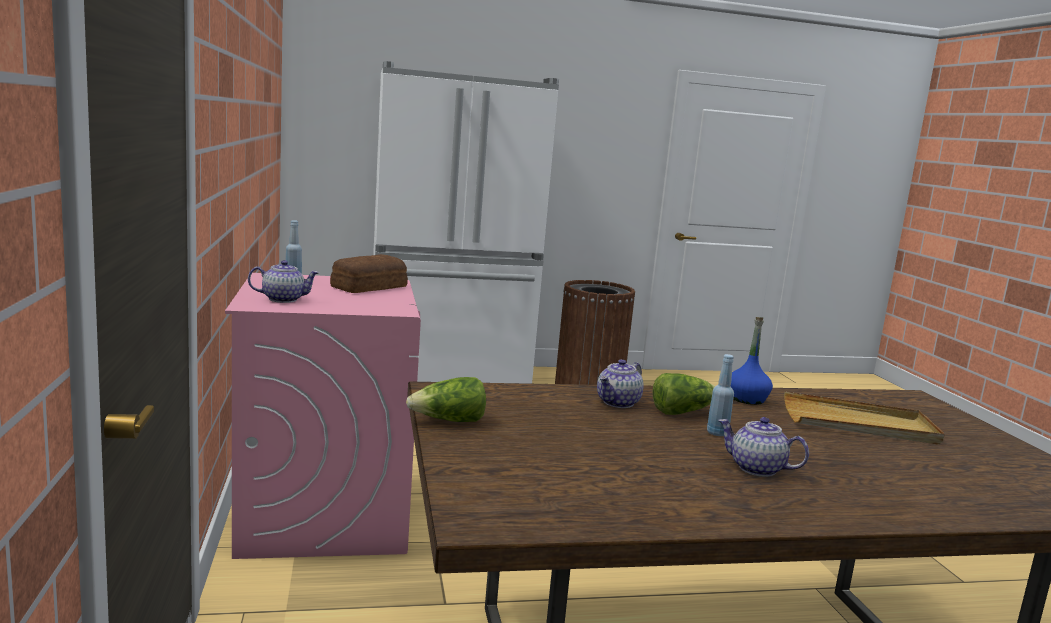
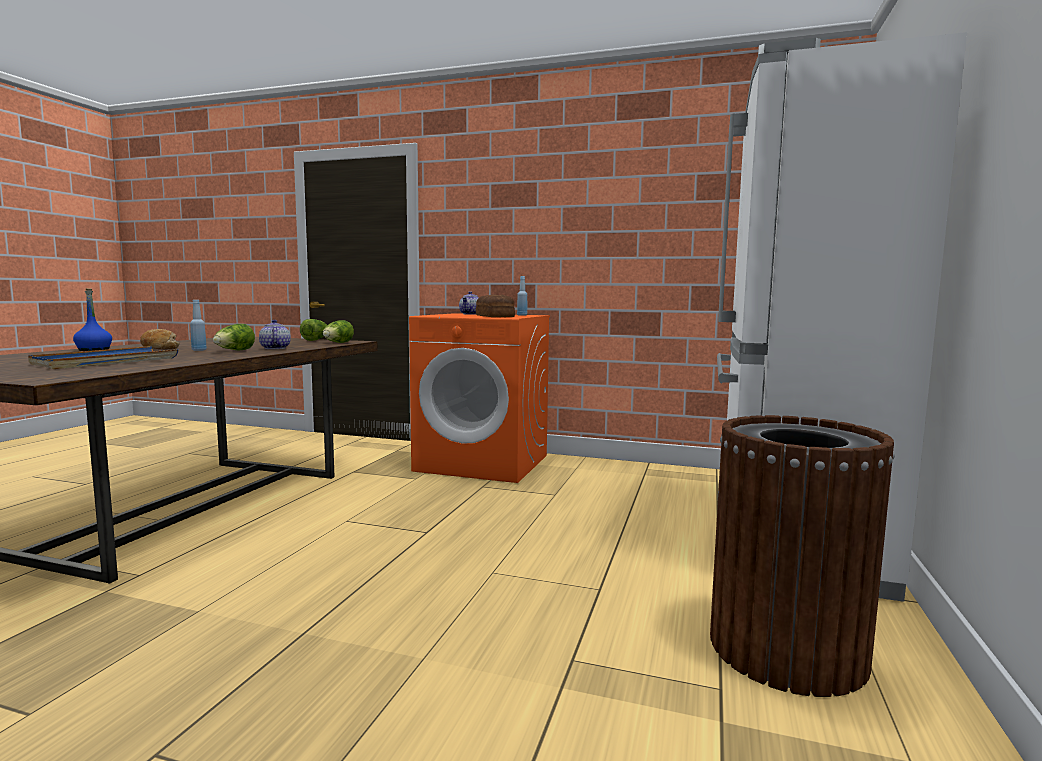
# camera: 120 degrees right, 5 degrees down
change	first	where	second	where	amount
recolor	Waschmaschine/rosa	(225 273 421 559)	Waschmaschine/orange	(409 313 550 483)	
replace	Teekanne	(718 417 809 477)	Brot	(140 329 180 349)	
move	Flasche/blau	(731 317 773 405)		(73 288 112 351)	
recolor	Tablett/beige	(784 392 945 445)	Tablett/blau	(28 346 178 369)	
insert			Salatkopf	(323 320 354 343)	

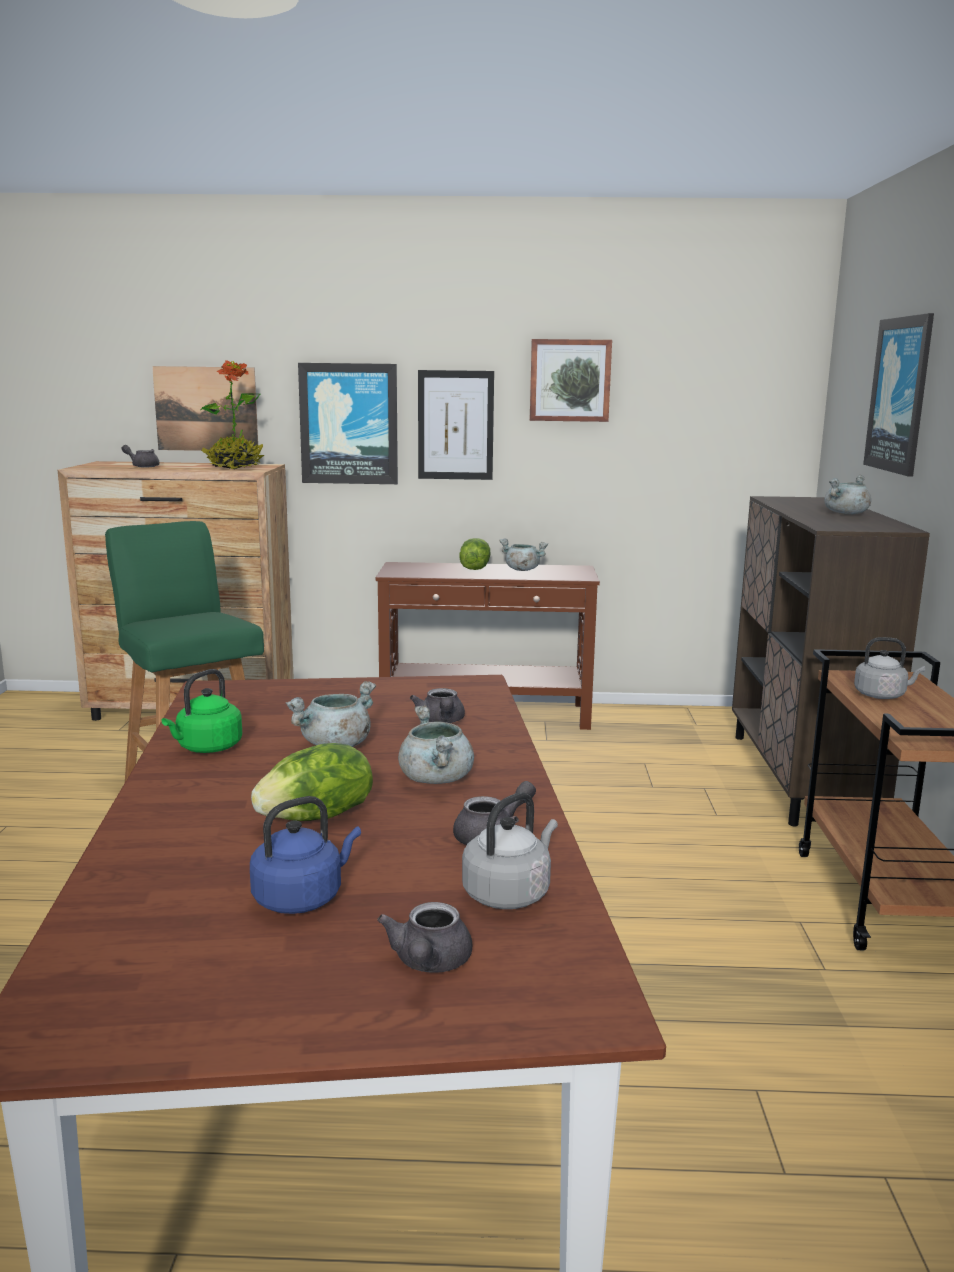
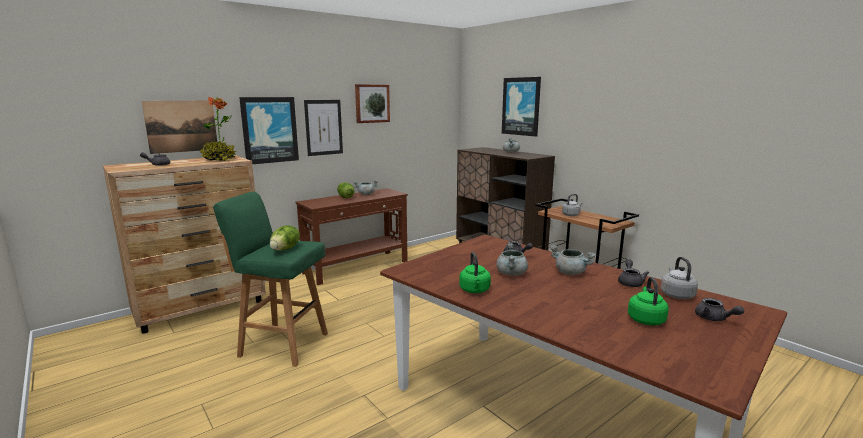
# camera: 40 degrees left, 0 degrees up
change	first	where	second	where	amount
recolor	Wasserkessel/blau	(250 796 361 914)	Wasserkessel/grün	(628 277 669 325)	
move	Salatkopf	(251 743 373 821)		(270 225 300 251)	

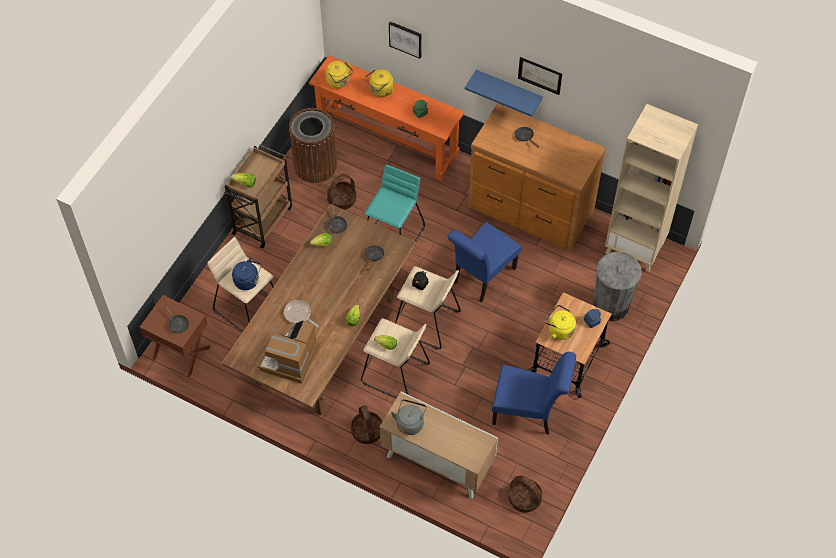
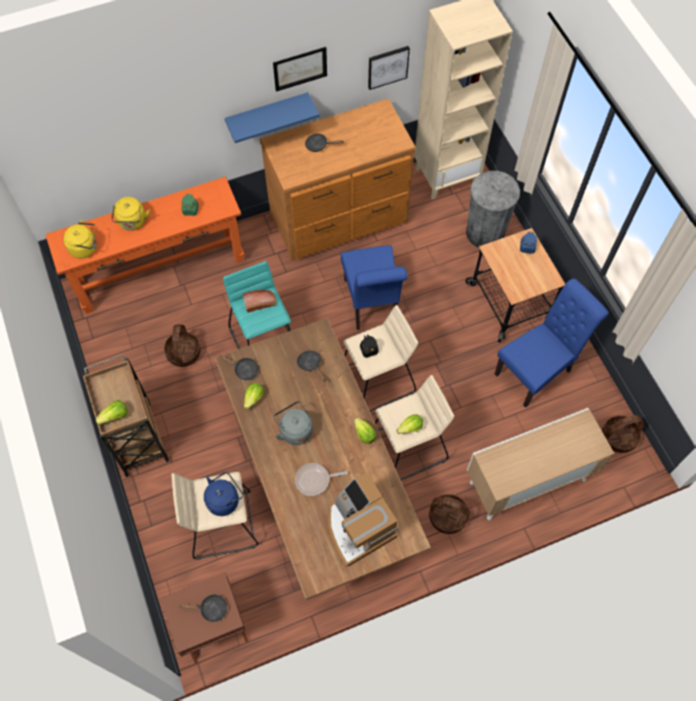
# camera: 50 degrees left, 5 degrees up
change	first	where	second	where	amount
delete	Mülleimer/braun	(289 108 337 183)			
move	Bild	(389 22 421 59)		(368 46 410 90)	
move	Wasserkessel/grau	(391 399 427 435)		(273 401 313 445)	
delete	Wasserkessel/gelb	(545 305 576 340)			
insert			Brot	(243 290 276 312)	

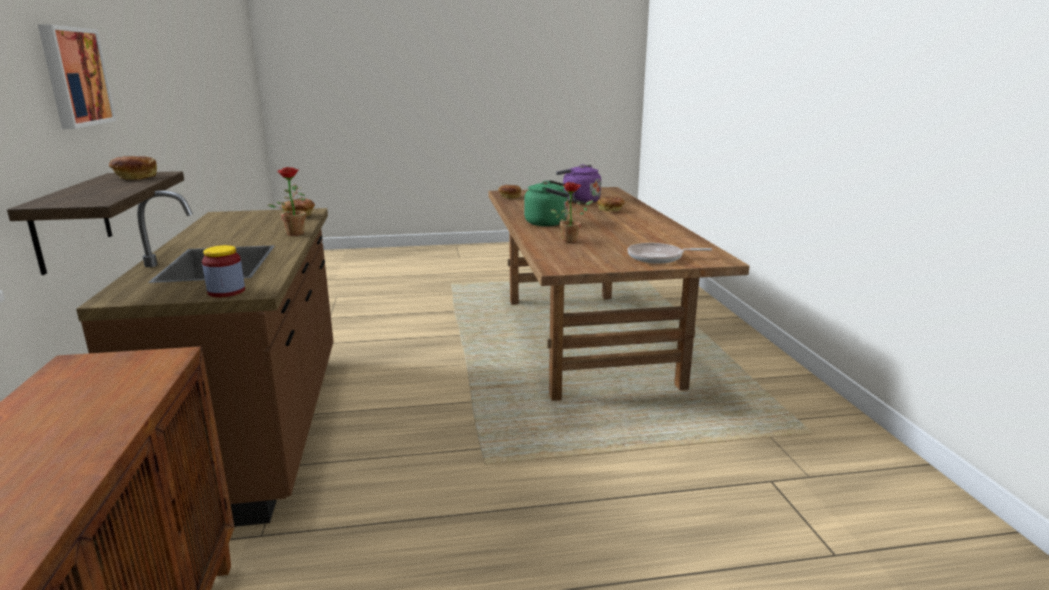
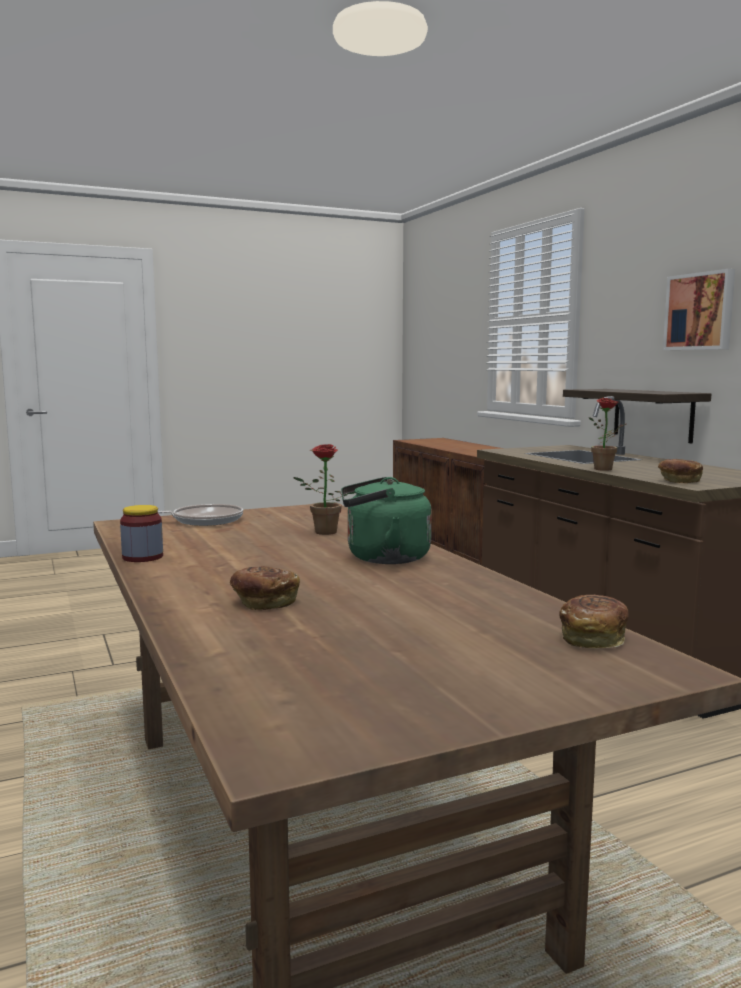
# camera: 165 degrees right, 10 degrees down
change	first	where	second	where	amount
delete	Brot	(109 156 157 180)			
move	Vorratsglas	(202 245 245 297)		(120 505 163 562)	
delete	Wasserkessel/lila	(556 164 601 204)			

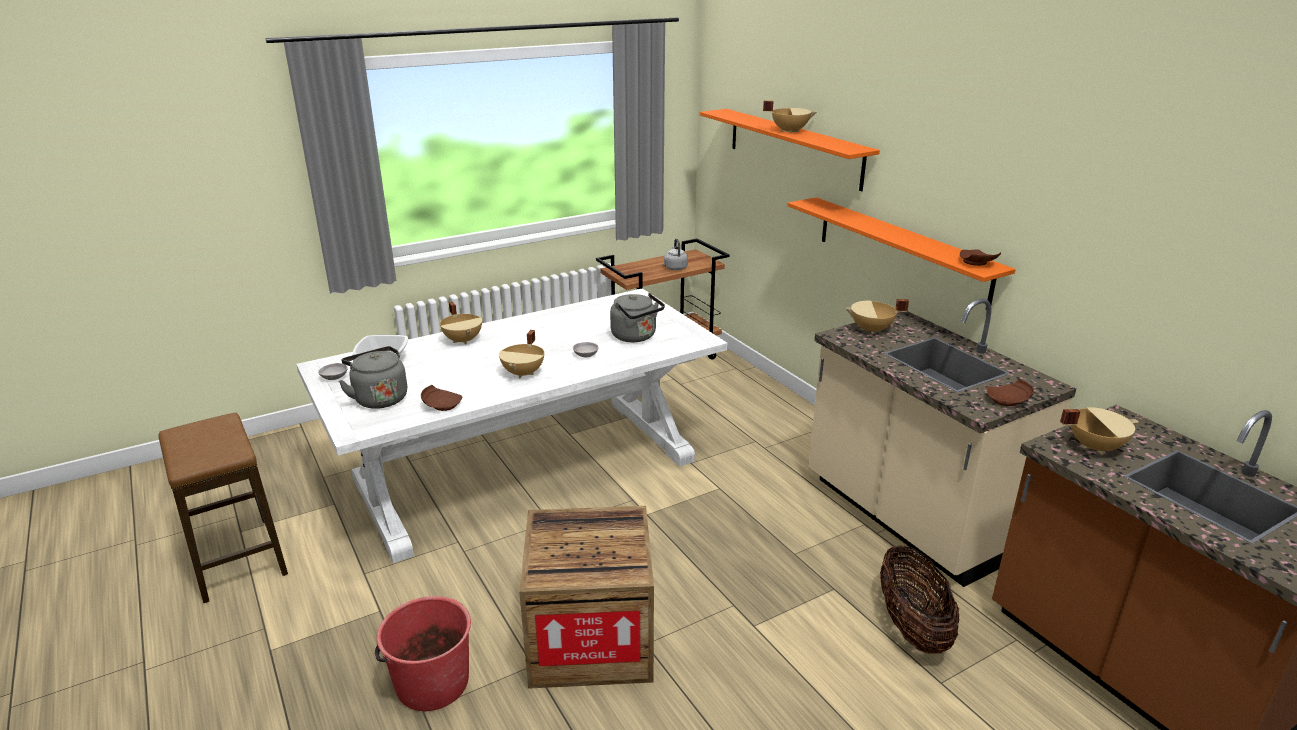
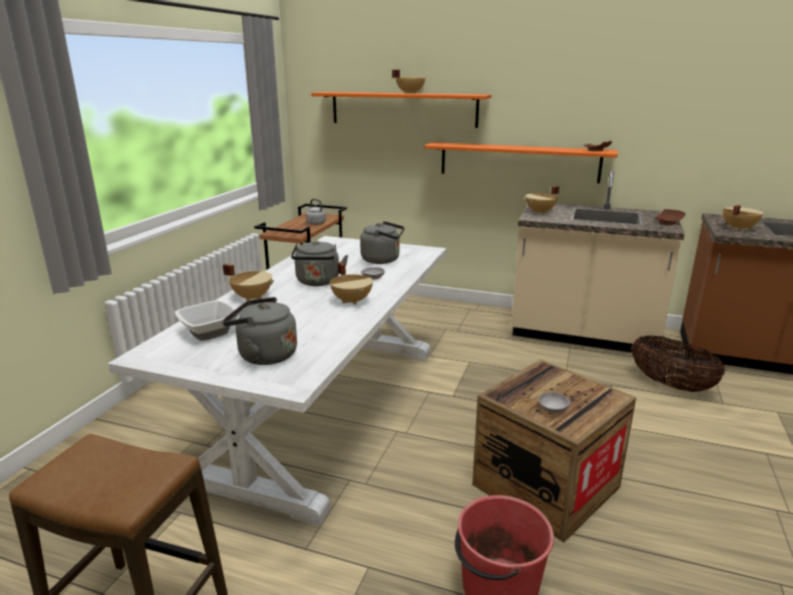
# camera: 40 degrees left, 5 degrees down
change	first	where	second	where	amount
move	Schüssel/grau	(318 363 348 380)		(539 392 570 413)	
delete	Teller/braun	(421 385 463 411)			
insert			Wasserkessel/grau	(291 240 348 286)	

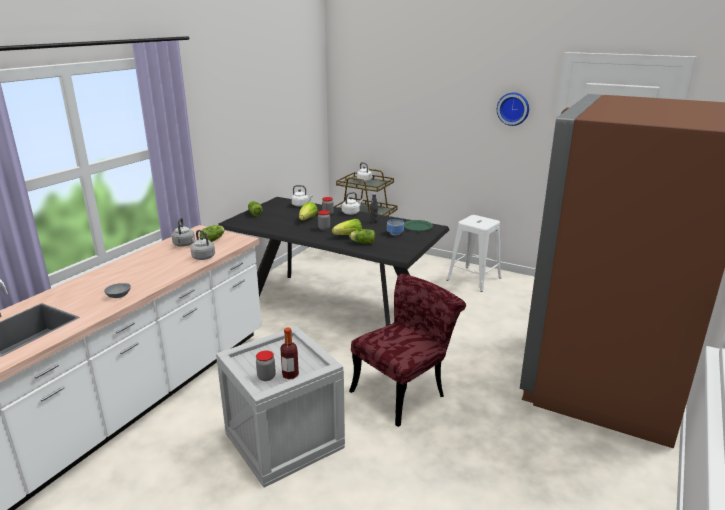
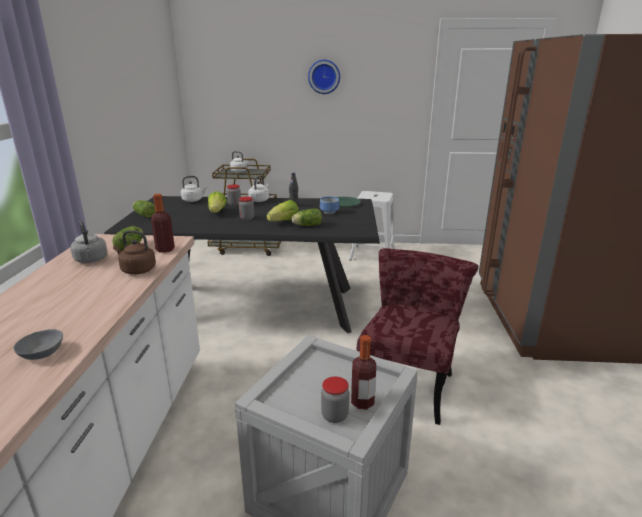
# camera: 25 degrees left, 0 degrees up
change	first	where	second	where	amount
recolor	Wasserkessel/grau	(190 230 215 260)	Wasserkessel/braun	(113 230 156 275)	
move	Wanduhr	(497 92 529 126)		(308 60 340 94)	
insert			Flasche	(151 194 175 253)	

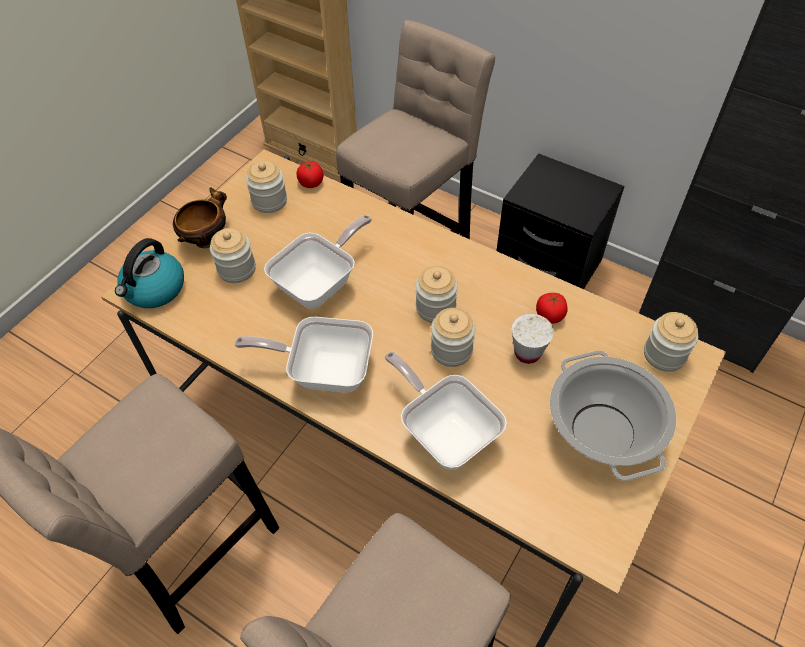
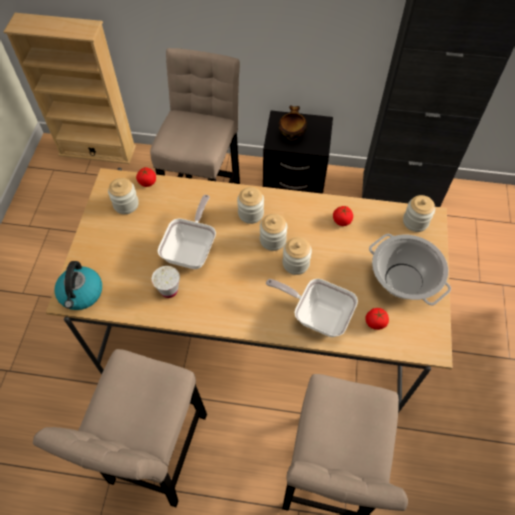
# camera: 25 degrees left, 5 degrees up
change	first	where	second	where	amount
move	Schüssel	(173 187 227 248)		(279 105 308 141)	
move	Vorratsglas	(210 228 256 283)		(237 187 264 224)	
delete	Pfanne	(234 317 373 393)			
move	Tasse/weiß	(511 314 554 364)		(152 266 180 298)	
insert			Tomate	(365 308 389 330)	

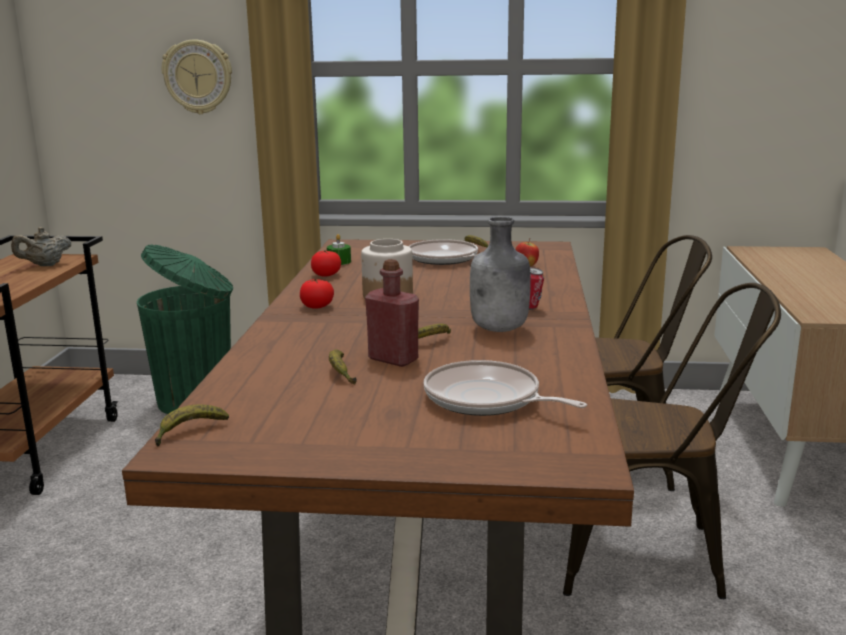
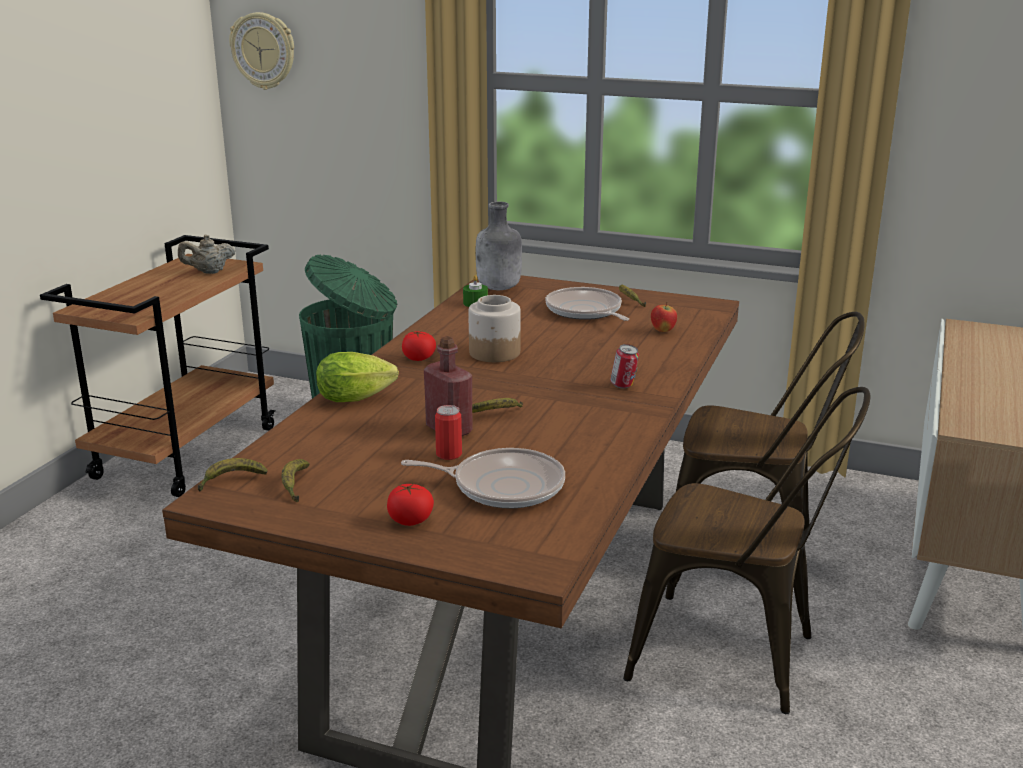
# camera: 15 degrees right, 5 degrees up
change	first	where	second	where	amount
move	Wanduhr	(162 39 232 114)		(229 12 294 90)	
move	Tomate	(311 250 341 277)		(387 484 434 526)	
move	Banane	(329 350 357 384)		(282 459 310 503)	
rotate	Pfanne	(424 360 587 416)		(401 448 565 509)	135 degrees clockwise
move	Flasche/grau	(470 217 531 332)		(476 201 522 290)	
insert			Salatkopf	(316 352 399 402)	
insert			Dose	(435 405 462 460)	

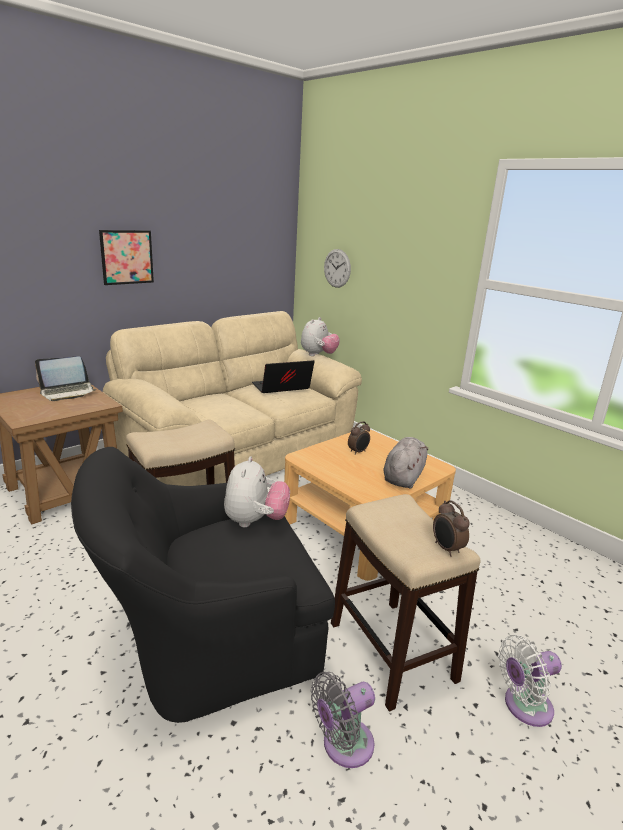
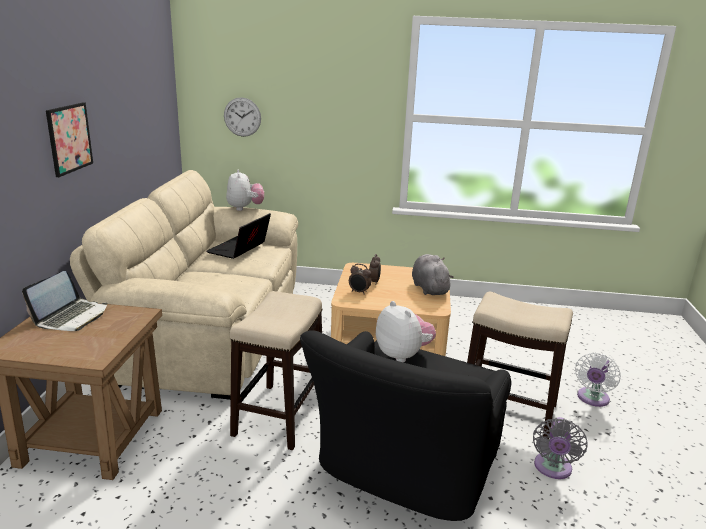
# camera: 40 degrees left, 0 degrees up
change	first	where	second	where	amount
move	Wecker	(433 500 470 557)		(349 263 371 295)	

